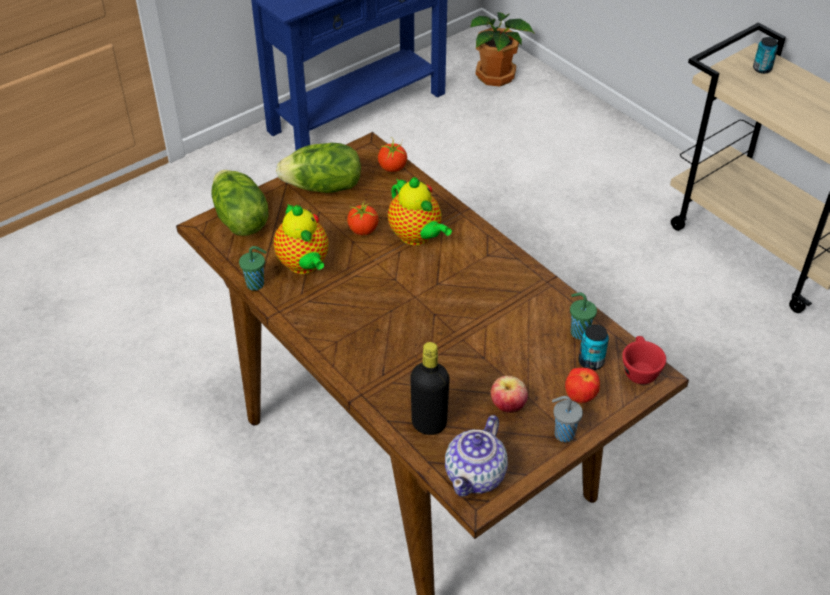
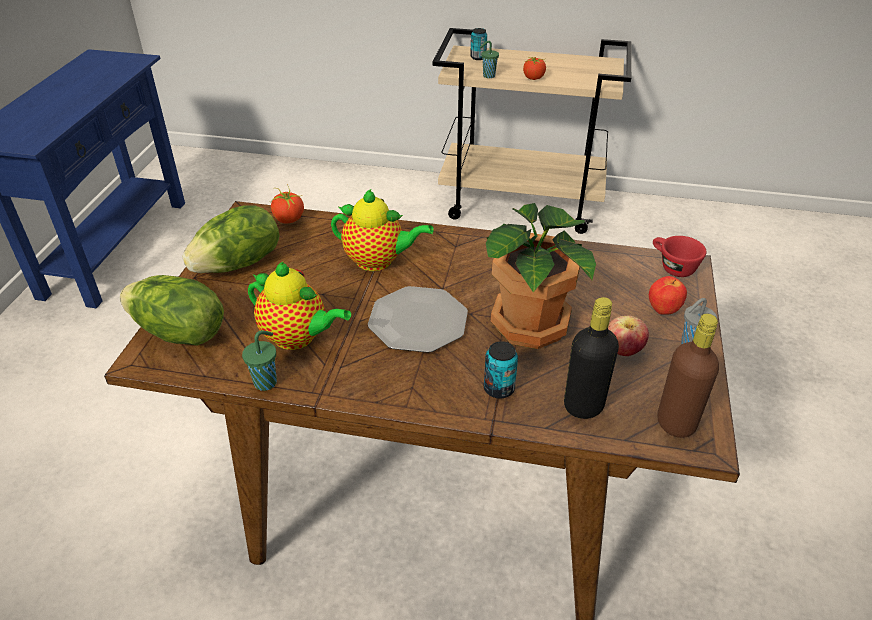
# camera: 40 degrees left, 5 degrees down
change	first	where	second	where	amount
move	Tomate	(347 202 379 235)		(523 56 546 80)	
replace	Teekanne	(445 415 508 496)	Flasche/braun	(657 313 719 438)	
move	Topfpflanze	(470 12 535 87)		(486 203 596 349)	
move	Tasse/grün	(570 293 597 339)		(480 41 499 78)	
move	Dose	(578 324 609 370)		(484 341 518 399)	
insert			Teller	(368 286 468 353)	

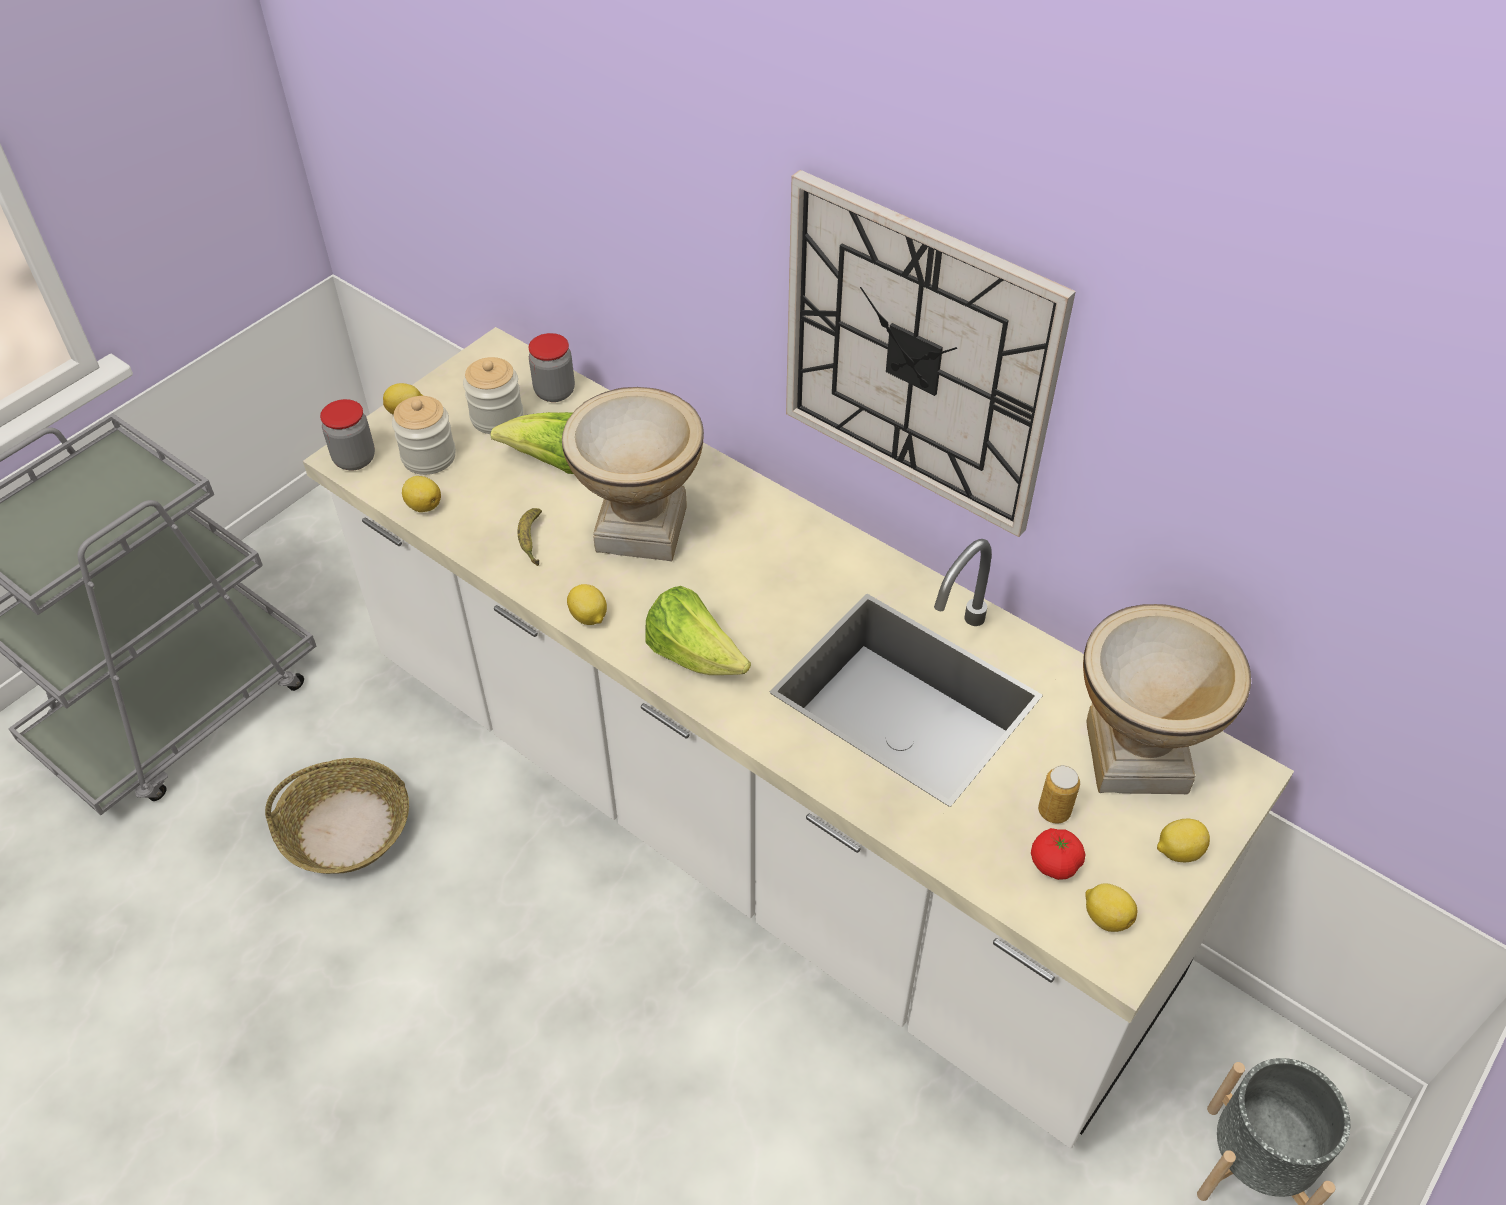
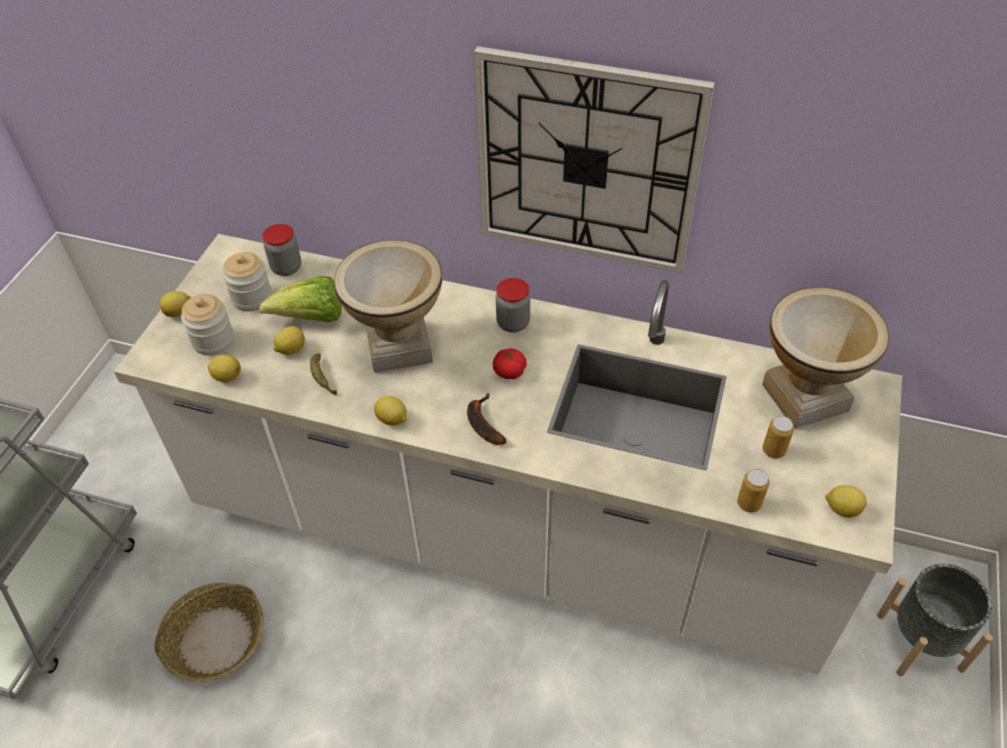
# camera: 20 degrees left, 0 degrees up
change	first	where	second	where	amount
move	Vorratsglas	(320 399 375 470)		(496 278 530 332)	
replace	Salatkopf	(645 586 751 675)	Banane	(467 393 507 445)	
move	Tomate	(1031 828 1085 880)		(493 348 527 379)	
move	Zitrone	(1157 819 1210 862)		(273 326 305 355)	
insert			Dose	(737 469 769 513)	

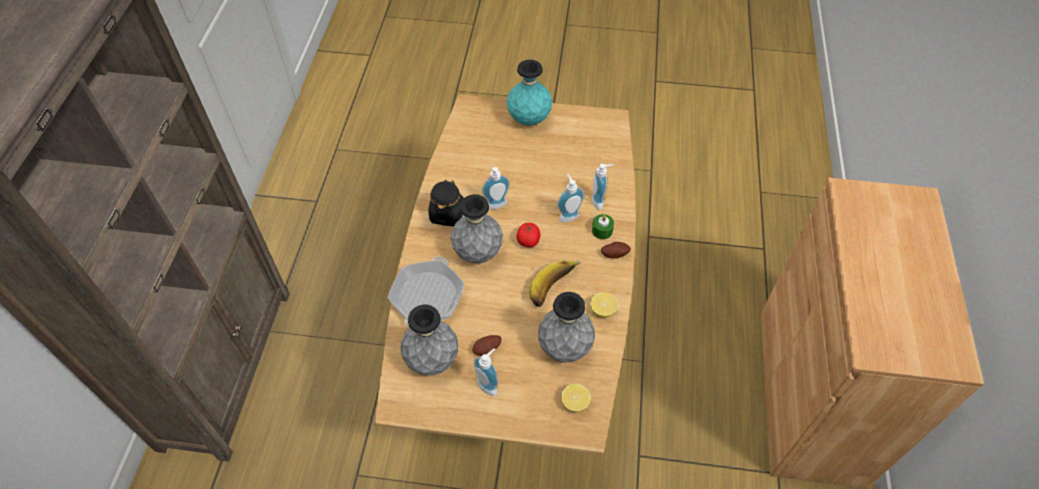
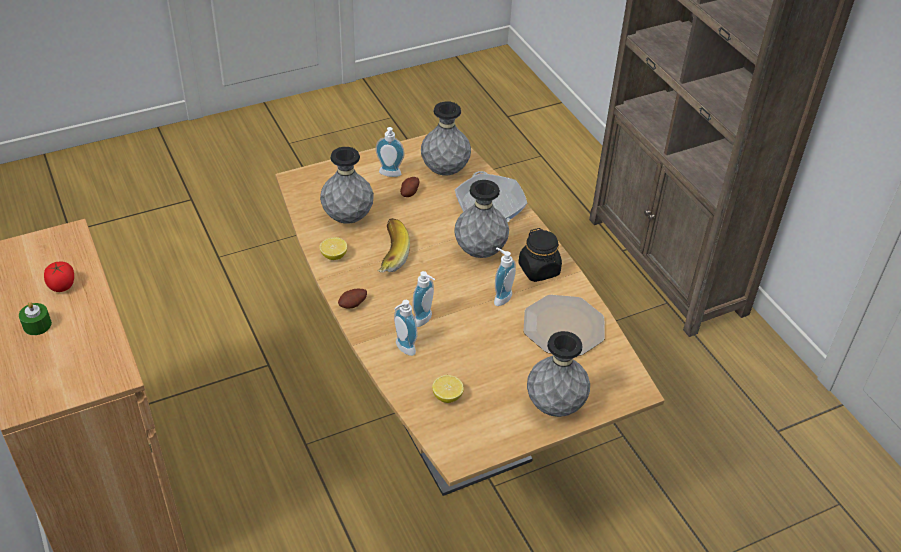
# camera: 145 degrees right, 10 degrees down
change	first	where	second	where	amount
recolor	Vase/türkis	(506 60 552 126)	Vase/grau	(527 331 590 417)	
move	Tomate	(516 223 540 247)		(44 262 74 292)	
move	Zitrone	(561 384 591 412)		(432 375 464 403)	
move	Kerze/grün	(592 214 614 239)		(19 302 52 335)	
insert			Teller	(523 295 605 356)	

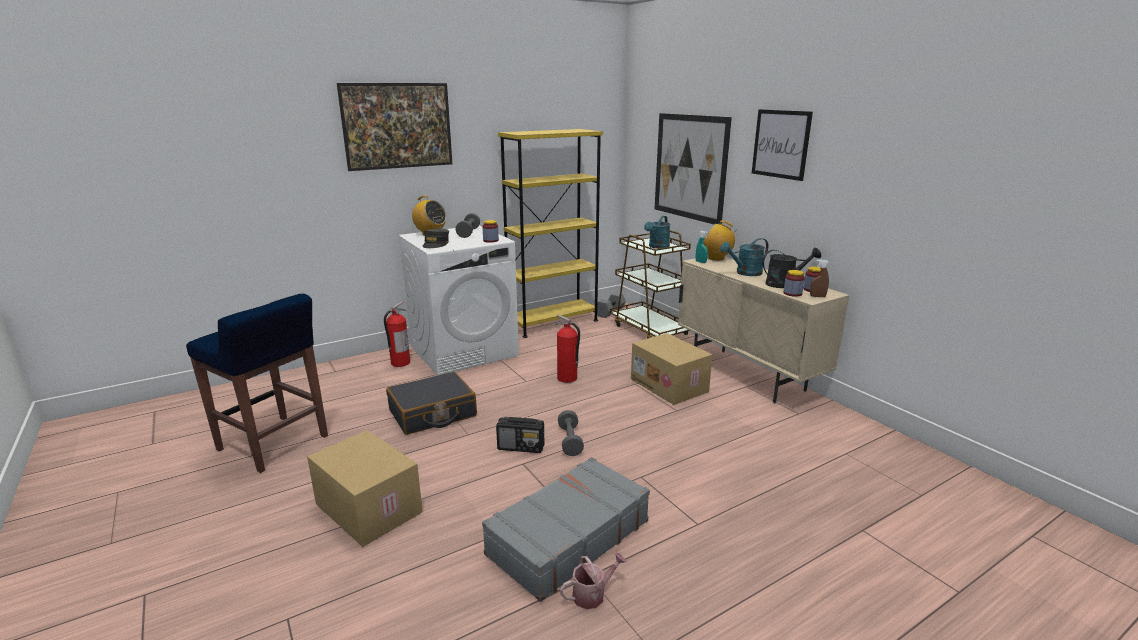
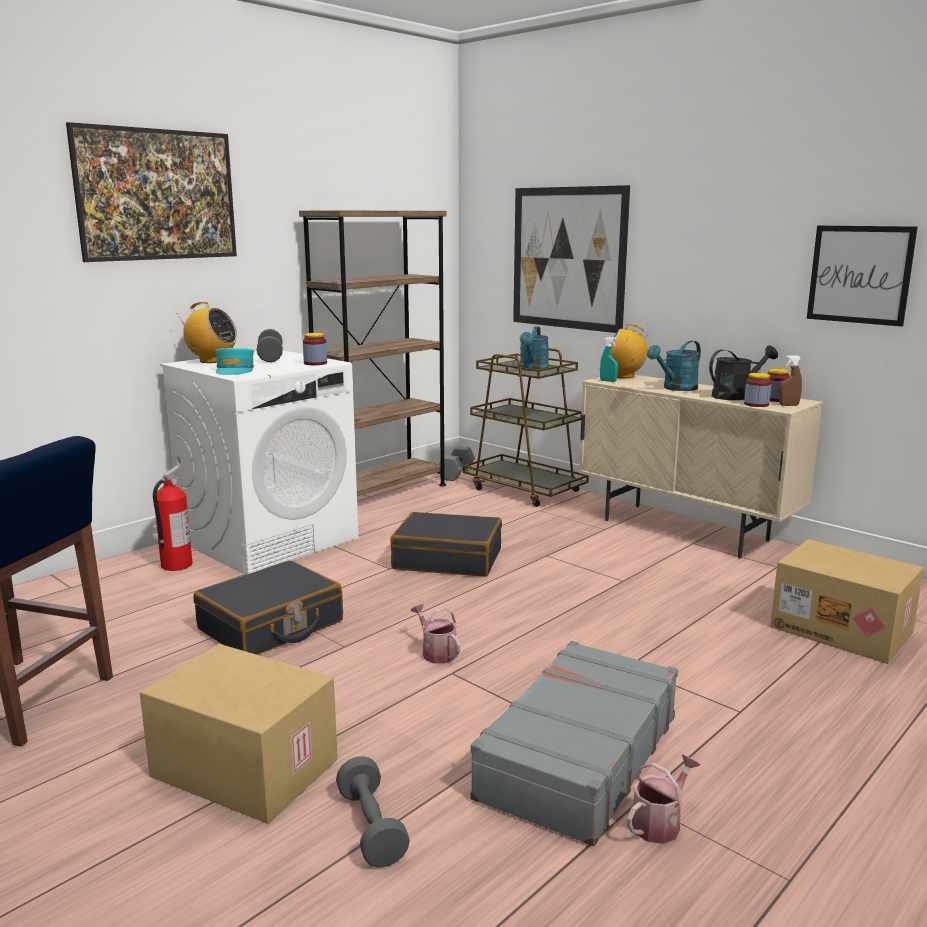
# camera: 15 degrees left, 5 degrees down
change	first	where	second	where	amount
recolor	Kappe/grau	(423 229 449 248)	Kappe/türkis	(215 348 254 375)	
replace	Radio	(496 417 544 453)	Gießkanne	(411 604 460 663)	
recolor	Bücherregal/gelb	(498 129 603 338)	Bücherregal/braun	(299 210 447 496)	
replace	Feuerlöscher	(556 314 580 383)	Koffer/schwarz	(390 512 502 576)	
move	Hantel/grau	(558 410 584 456)		(336 756 410 867)	
move	Karton	(631 333 712 405)		(770 540 924 664)	
move	Bild	(752 109 813 181)		(807 226 918 327)	

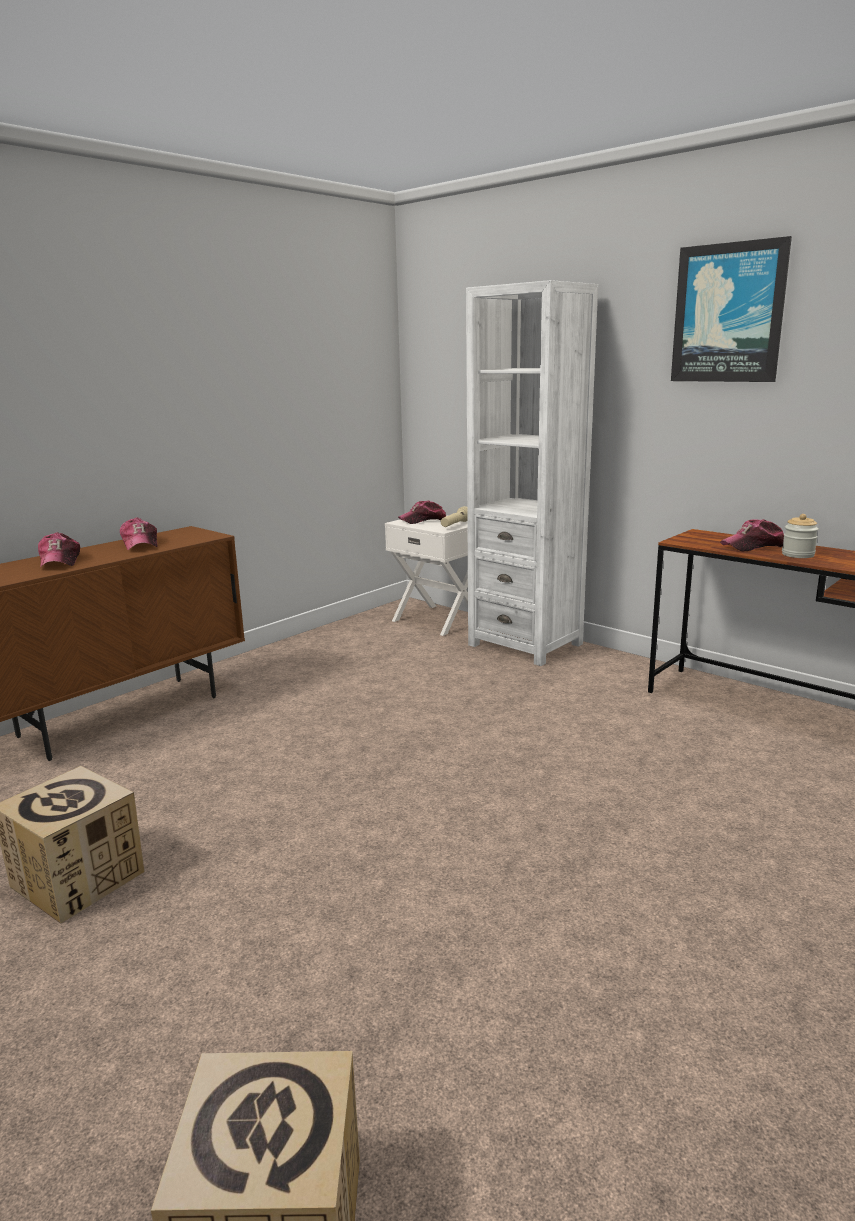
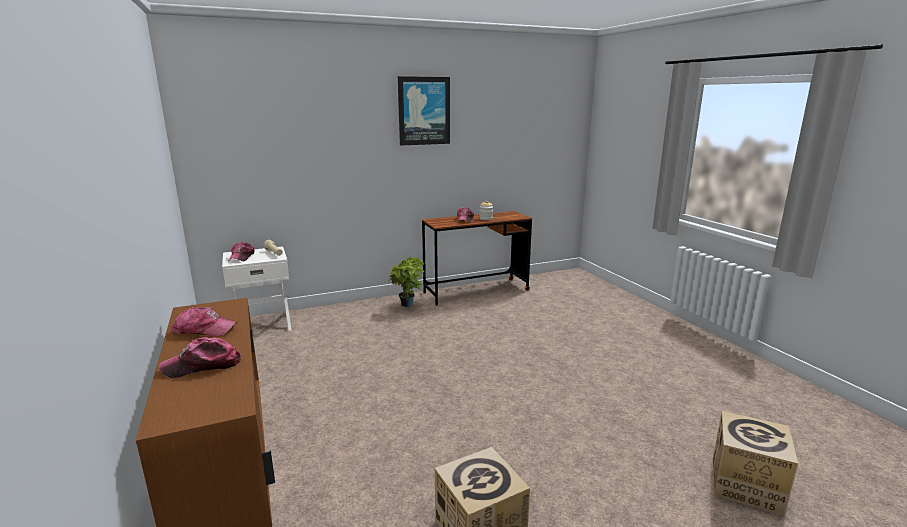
# camera: 65 degrees left, 0 degrees up
change	first	where	second	where	amount
rotate	Kappe	(38 532 80 567)		(159 337 241 378)	150 degrees clockwise
delete	Bücherregal/weiß	(466 280 598 666)			
insert			Topfpflanze	(389 256 425 307)	

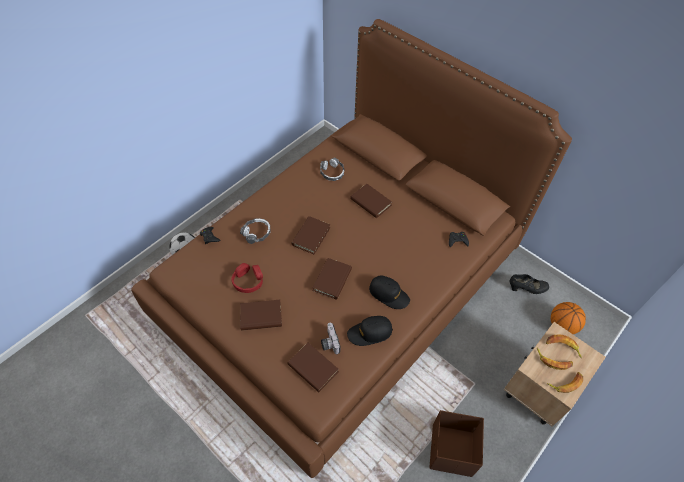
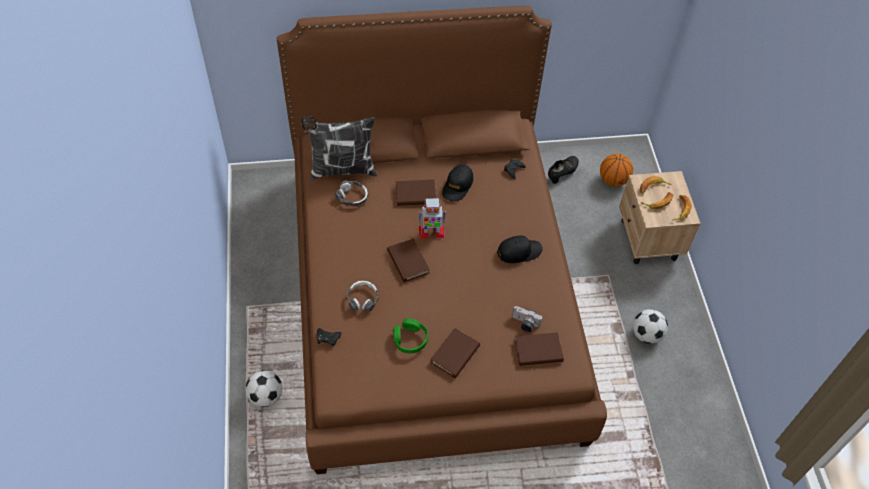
# camera: 50 degrees left, 0 degrees up
change	first	where	second	where	amount
recolor	Kopfhörer/rot	(231 263 263 293)	Kopfhörer/grün	(393 318 428 353)	
delete	Buch/braun	(313 258 352 300)			
move	Kappe/schwarz	(347 316 393 346)		(442 165 473 201)	
replace	Aufbewahrungsbox/braun	(429 410 484 477)	Fußball	(633 309 668 344)	
insert			Kissen	(301 116 377 180)	
insert			Spielzeugroboter	(419 198 446 239)	

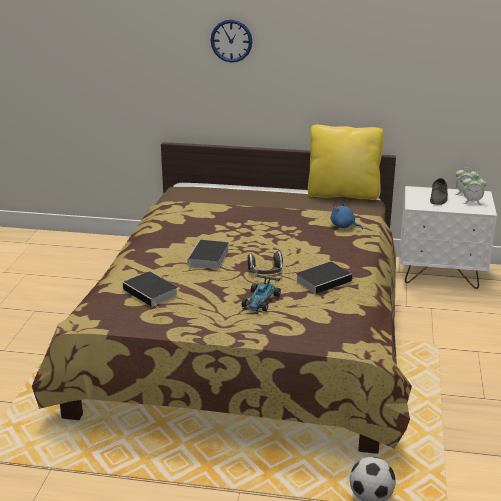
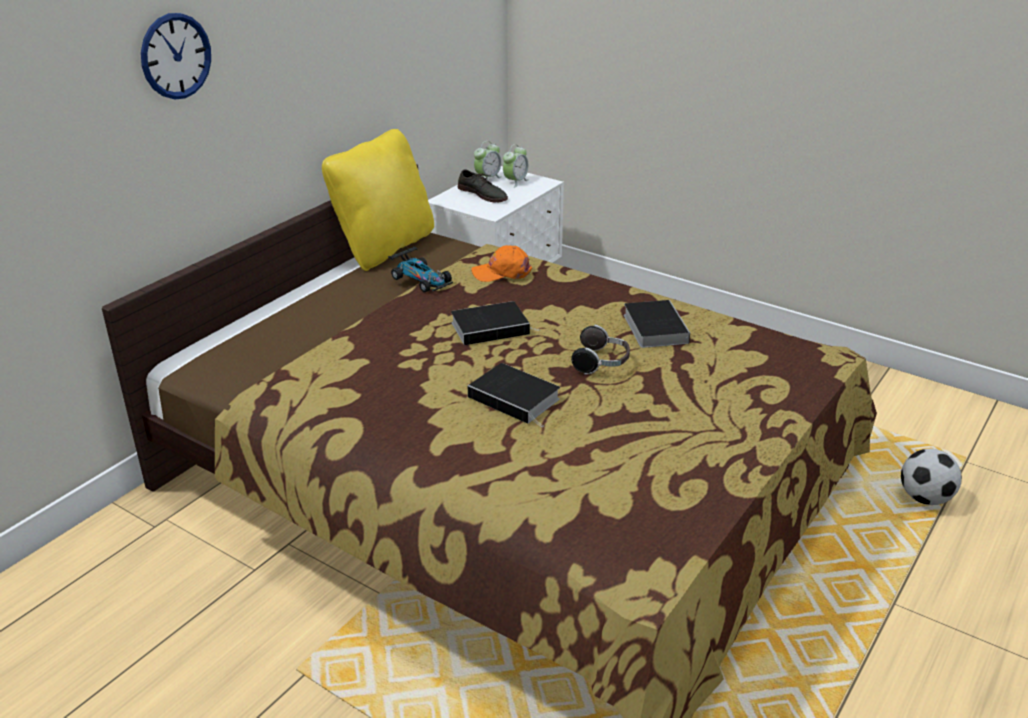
# camera: 65 degrees left, 5 degrees up
change	first	where	second	where	amount
move	Buch	(123 271 178 309)		(451 301 541 345)	
move	Spielzeugauto	(242 274 281 312)		(388 246 453 292)	
replace	Plüschtier/blau	(331 201 363 229)	Kappe/orange	(471 245 532 282)	

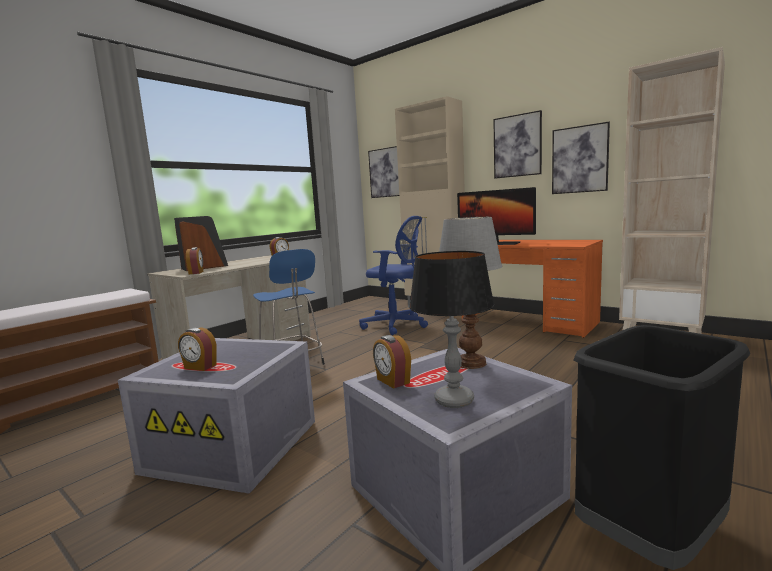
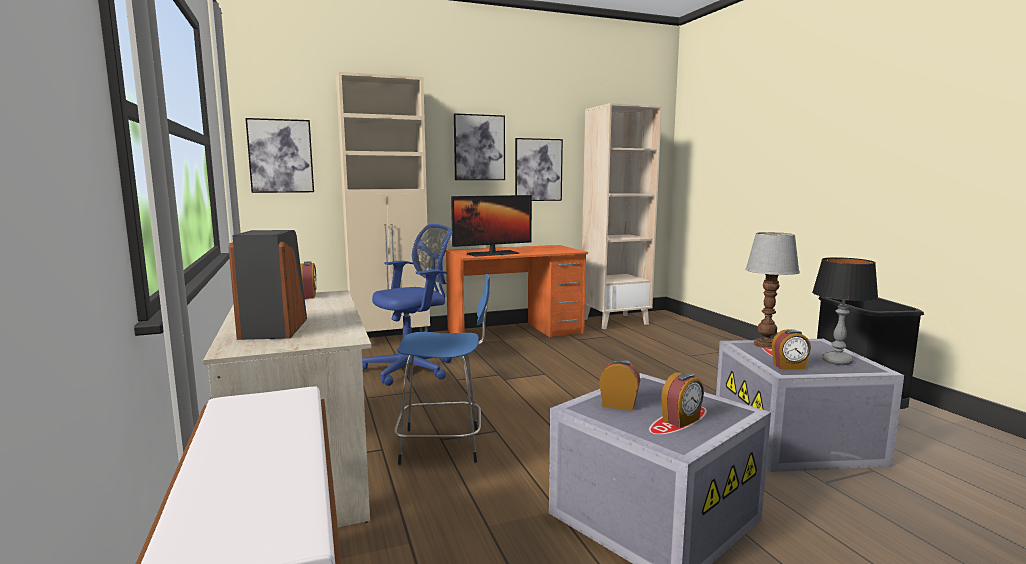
# camera: 60 degrees left, 0 degrees up
change	first	where	second	where	amount
move	Wecker	(186 247 203 274)		(599 359 640 411)	

